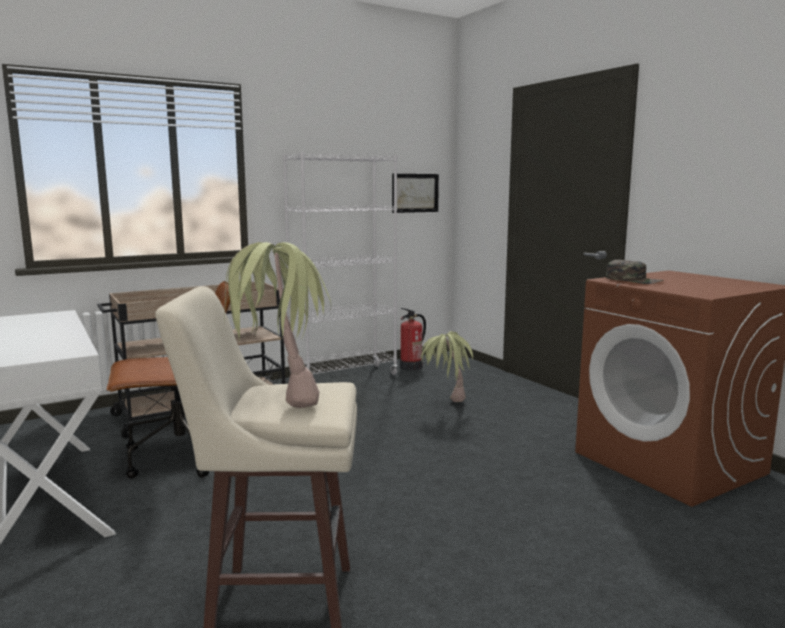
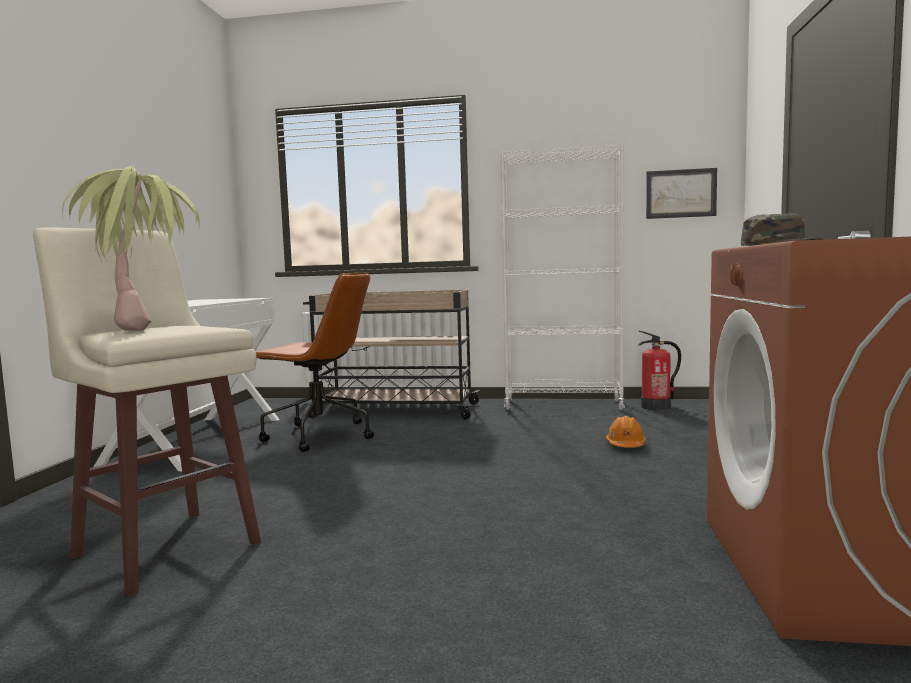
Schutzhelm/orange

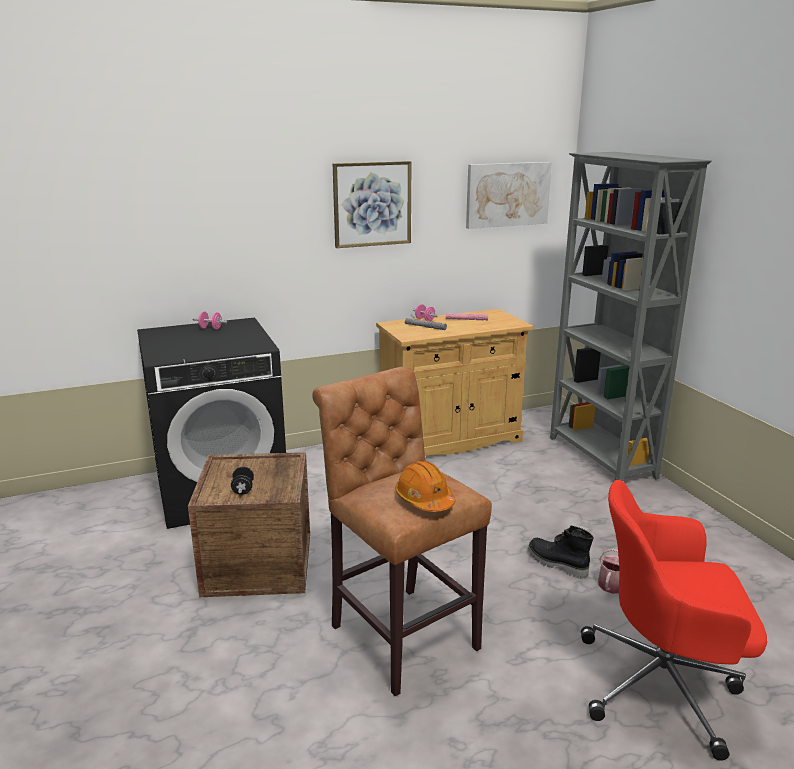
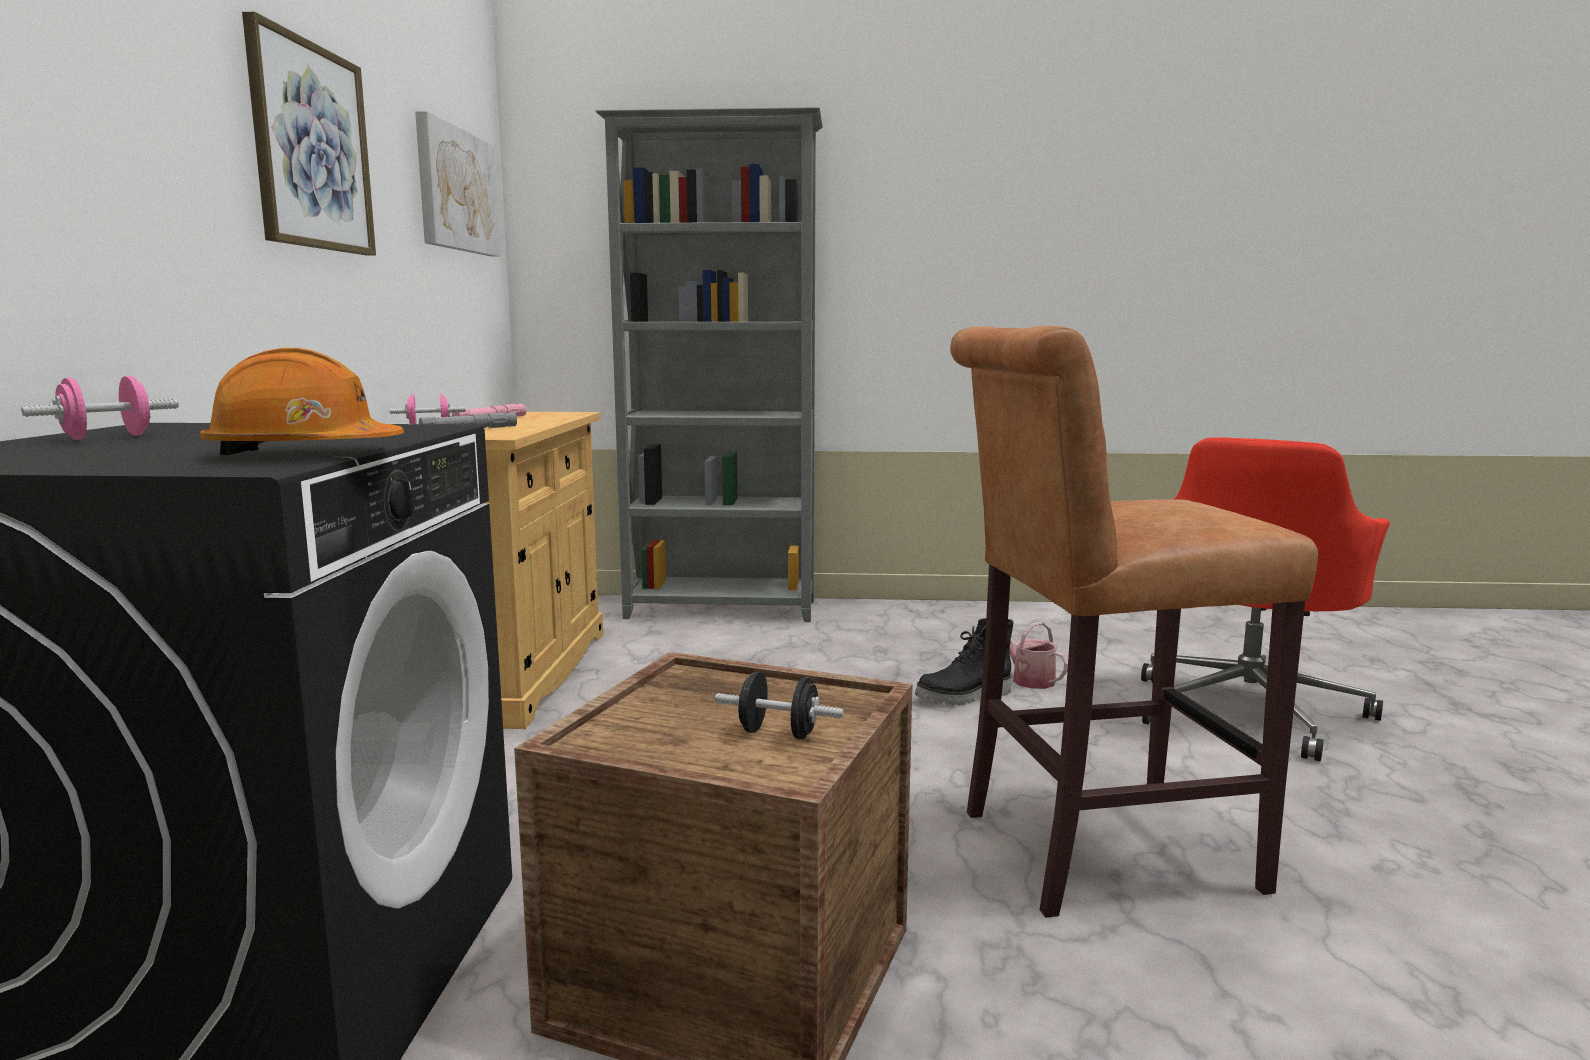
Schutzhelm/orange

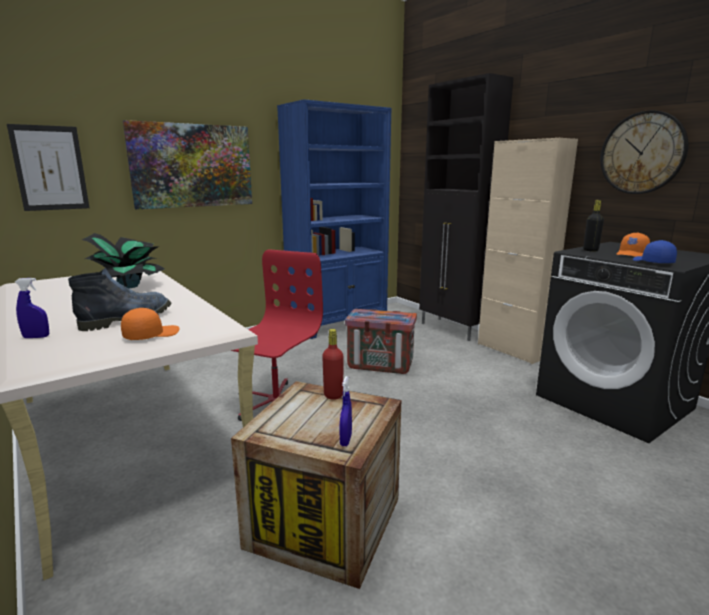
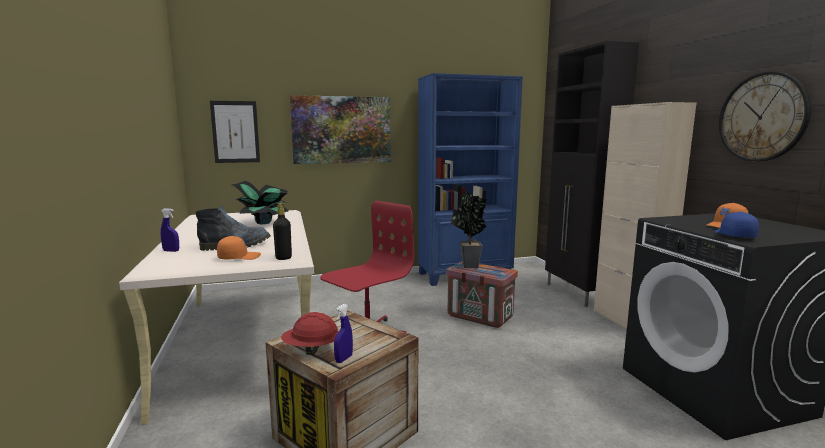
Flasche/schwarz; Flasche/rot; Topfpflanze (2nd from left); Schutzhelm/rot

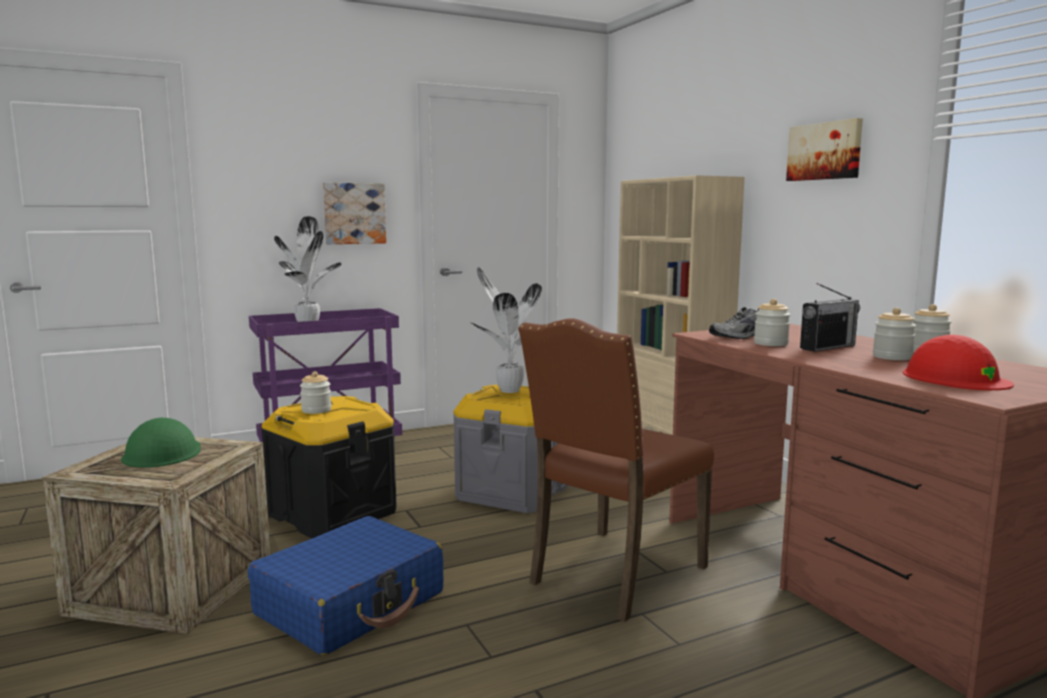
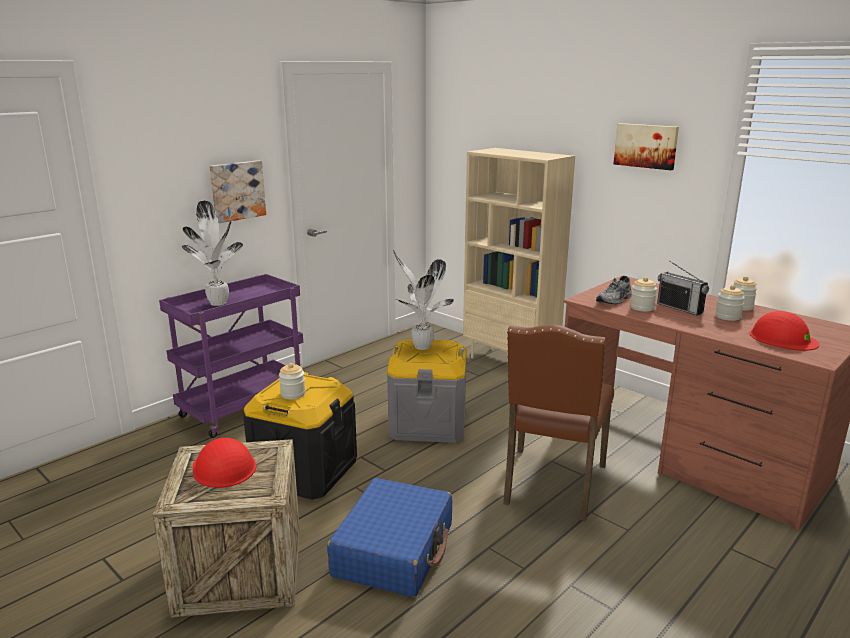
Radio; Schutzhelm/rot (1st from left)

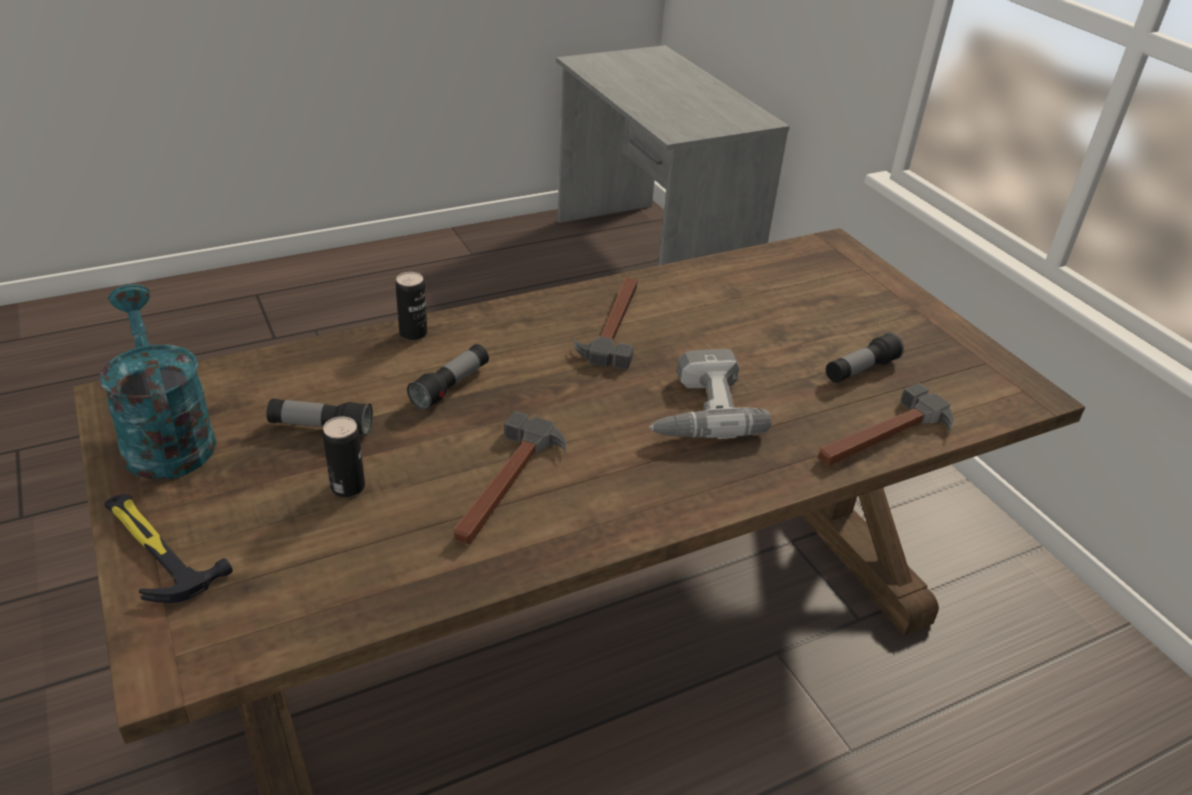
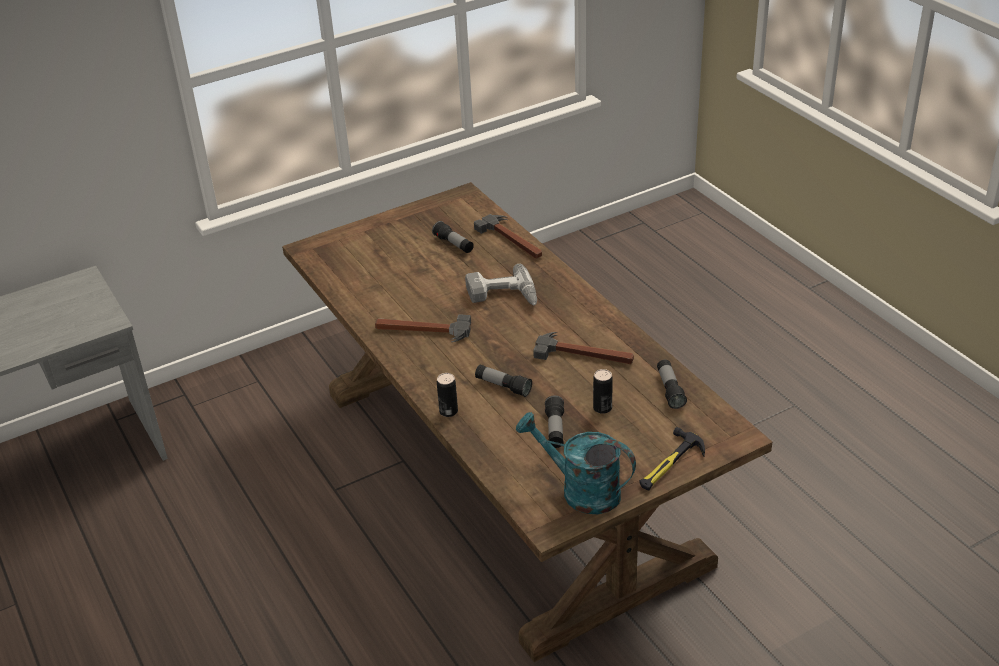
Gießkanne/türkis; Taschenlampe (4th from left)

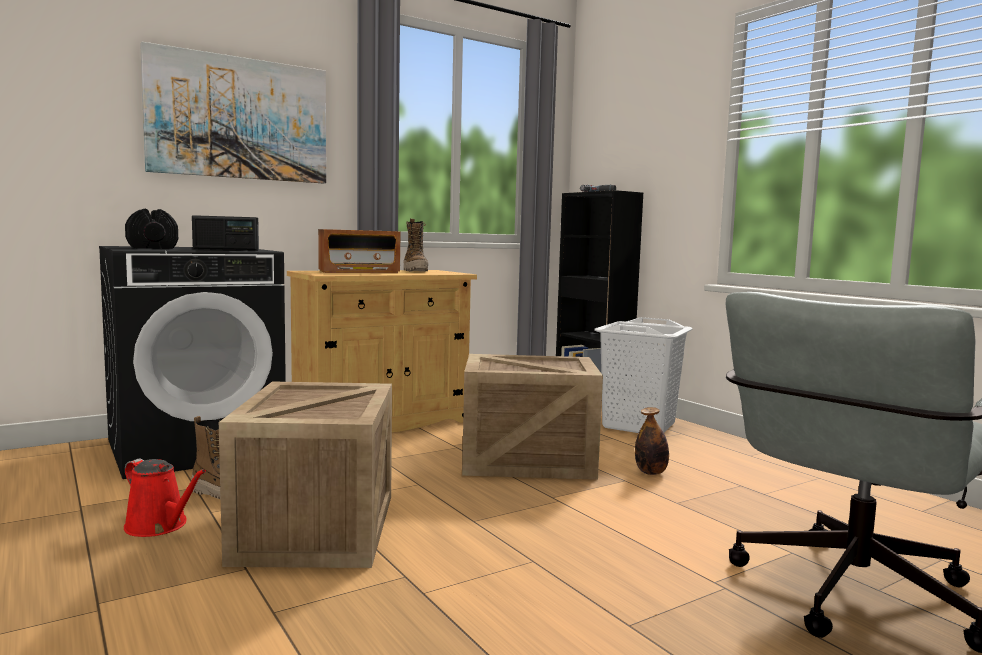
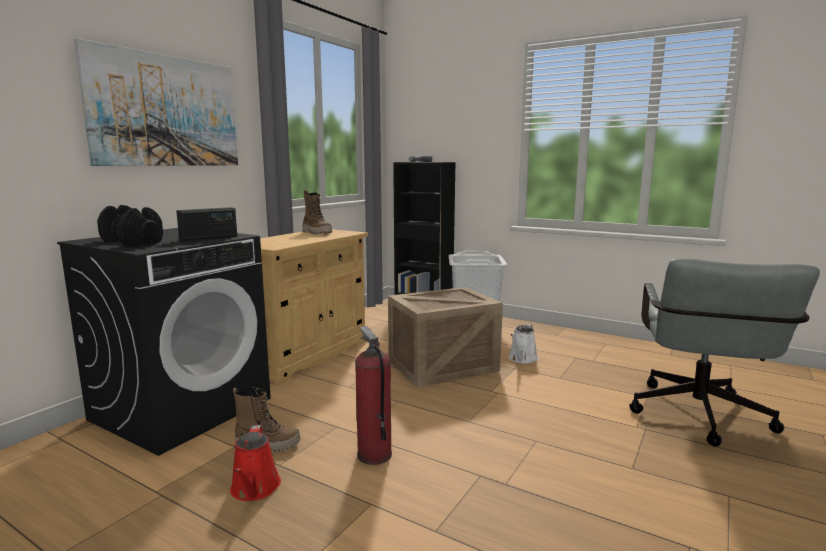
Radio (2nd from left in the first image); Feuerlöscher; Gießkanne/weiß; Gießkanne/rot

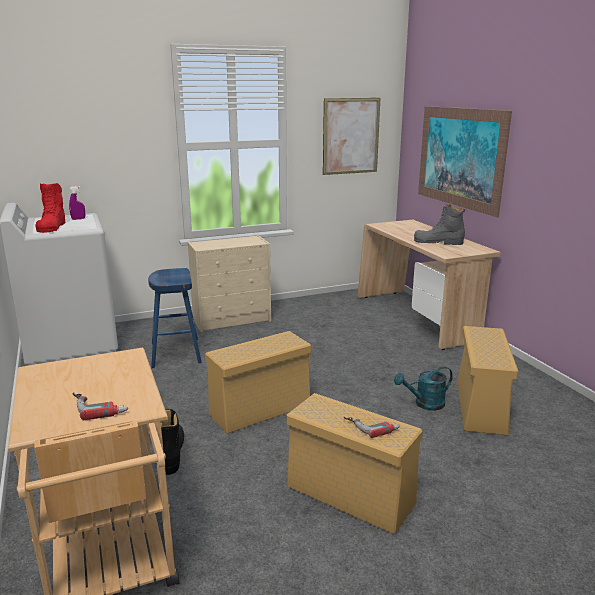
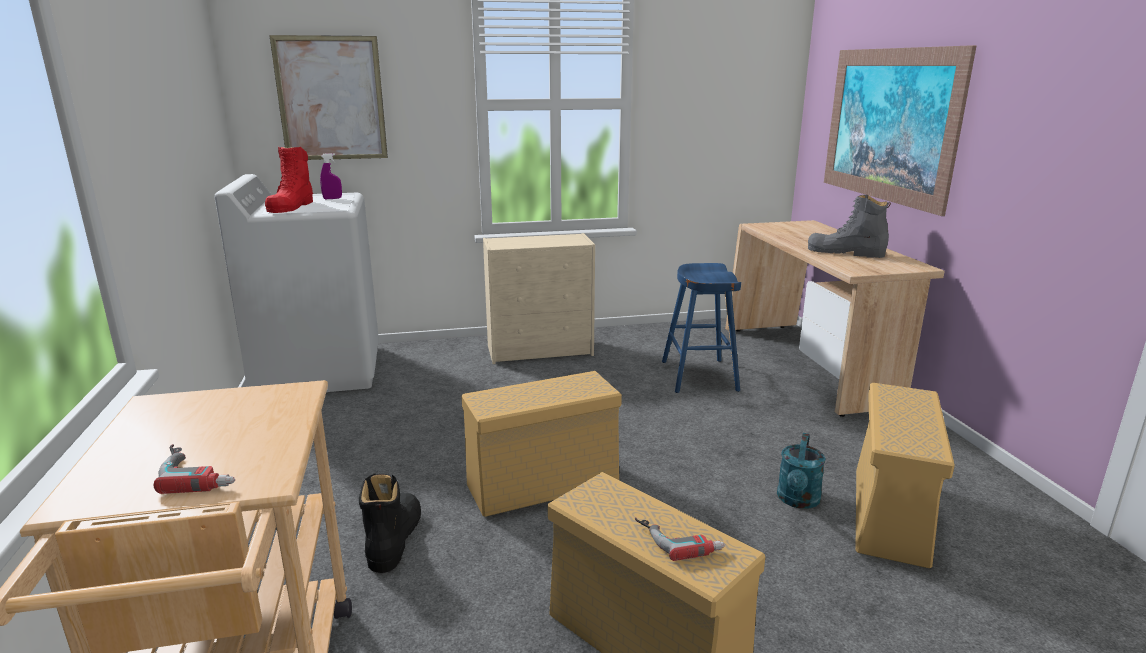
Bild (1st from left); Hocker/blau; Gießkanne/türkis

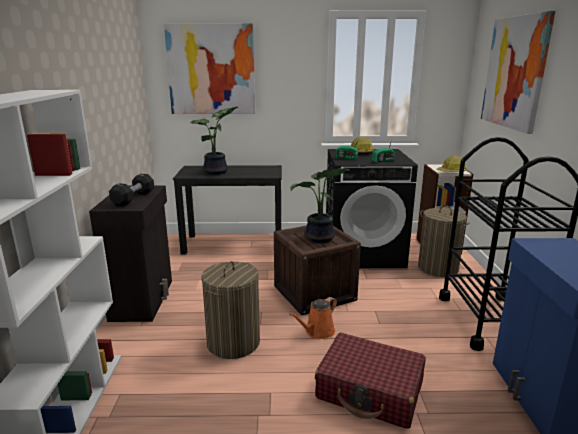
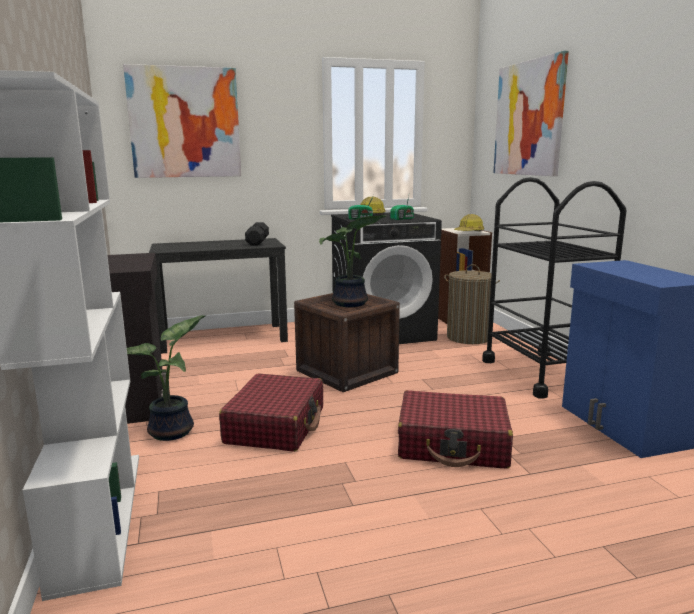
Topfpflanze (1st from left); Hantel/schwarz; Koffer/rot (1st from left); Gießkanne/orange

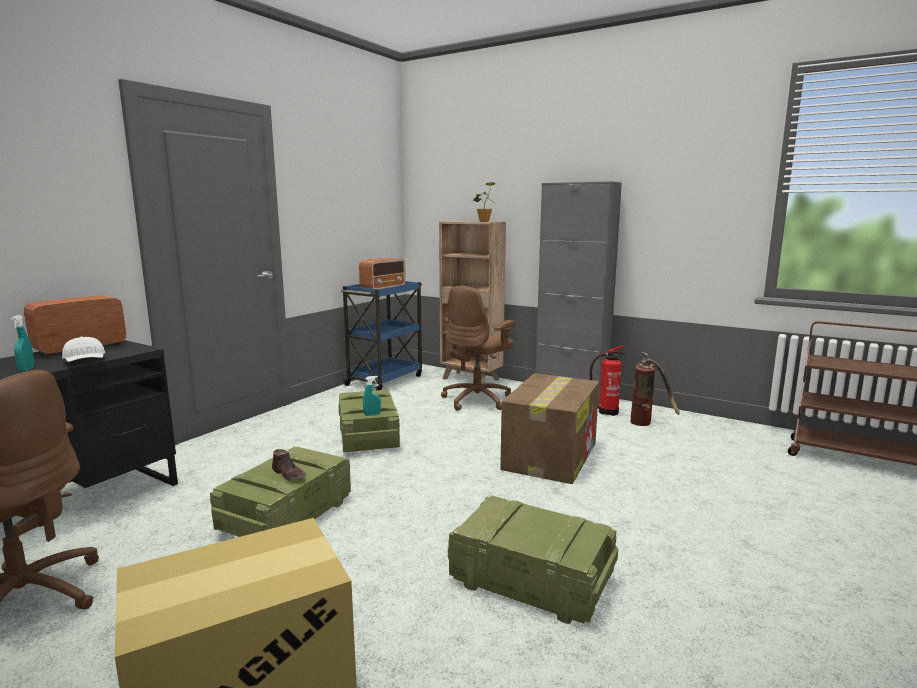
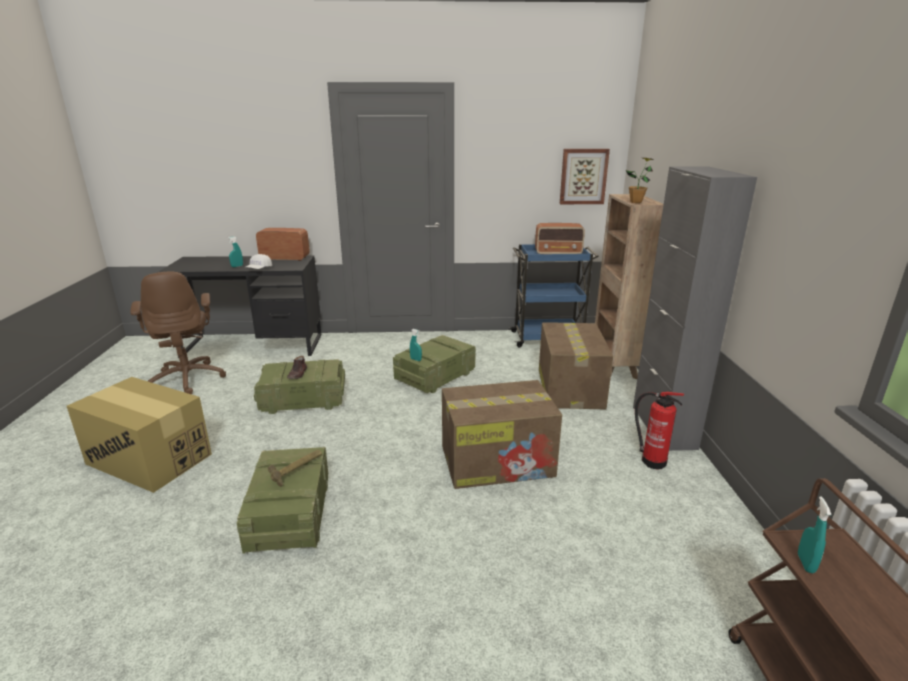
Karton (3rd from left); Feuerlöscher (2nd from left in the first image); Bild; Hammer; Sprühflasche/türkis (3rd from left)

